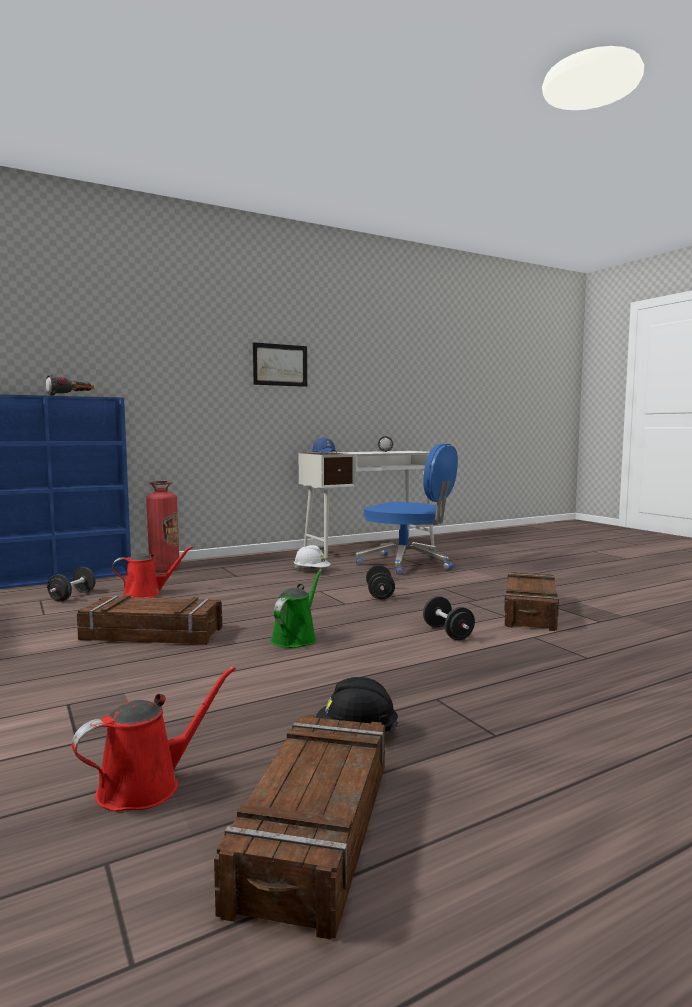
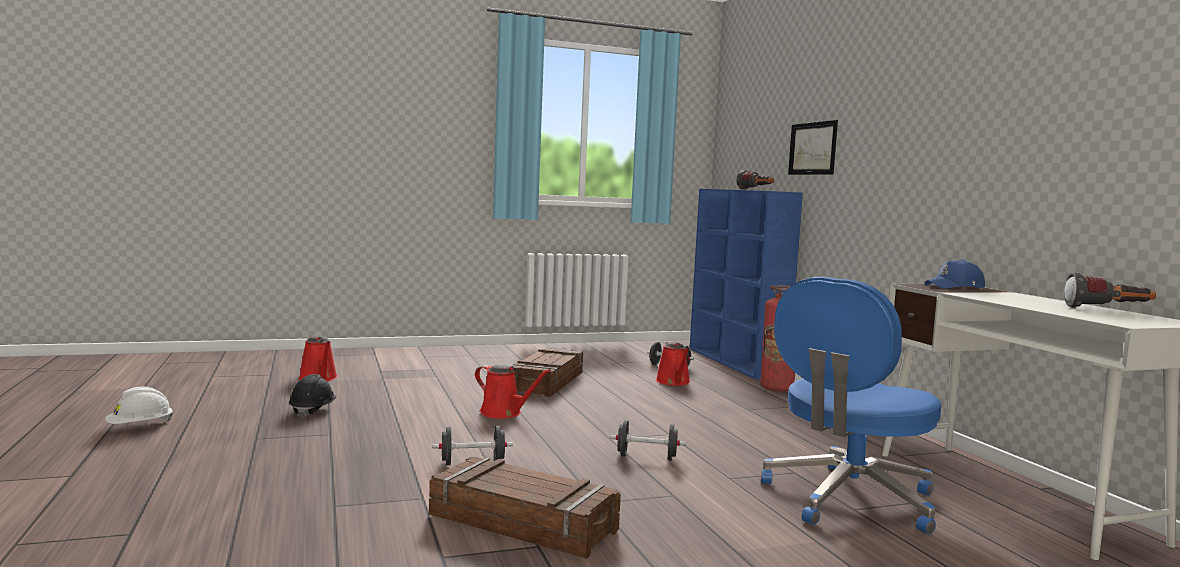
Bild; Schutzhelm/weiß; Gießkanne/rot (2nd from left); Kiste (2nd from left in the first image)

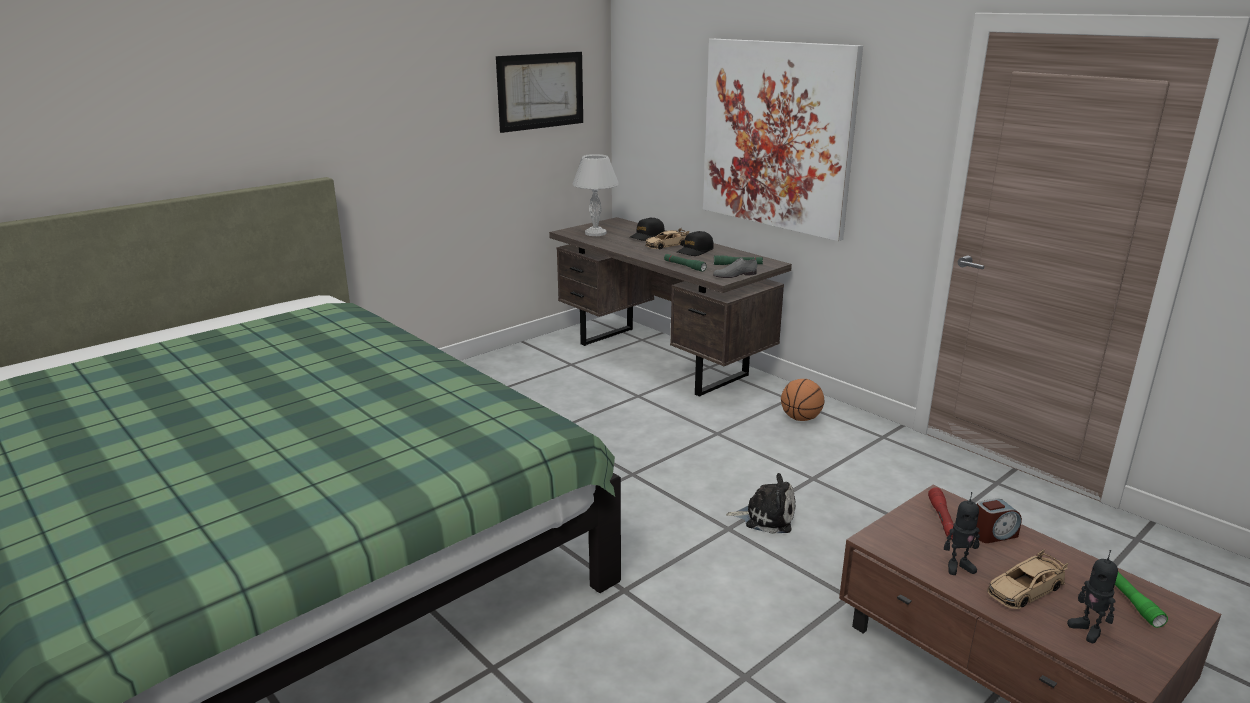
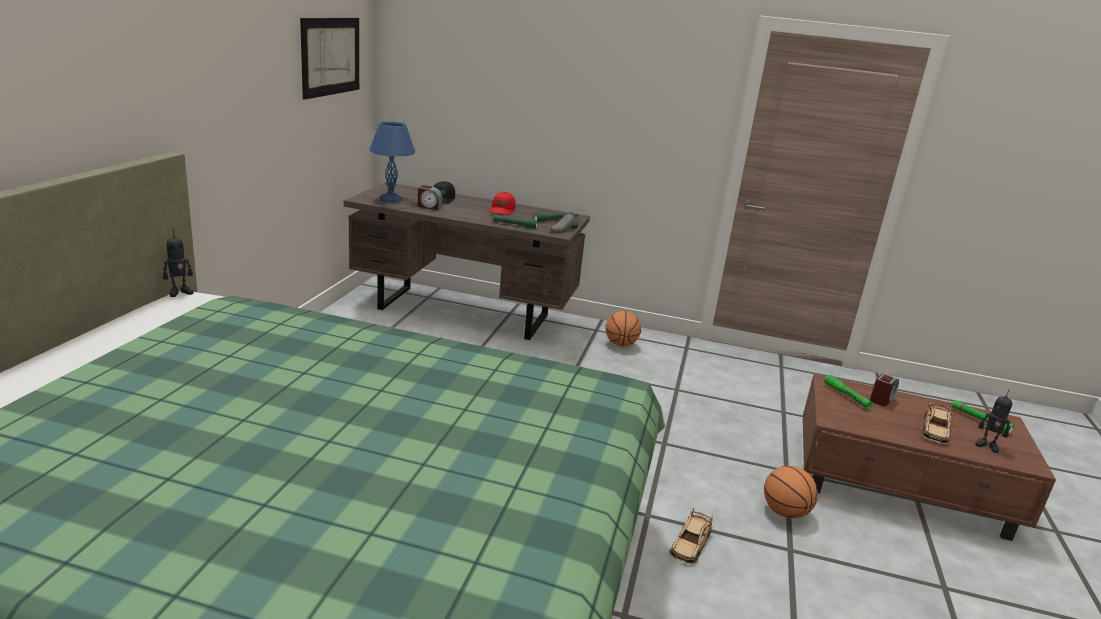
Bild (2nd from left in the first image); Tischlampe/blau; Spielzeugauto/beige (1st from left); Kappe/rot; Plüschtier; Taschenlampe/grün (3rd from left); Spielzeugroboter (1st from left); Wecker (1st from left); Basketball (2nd from left)

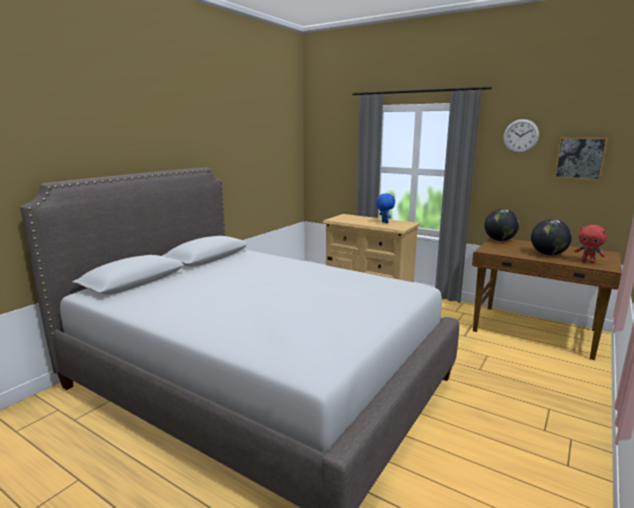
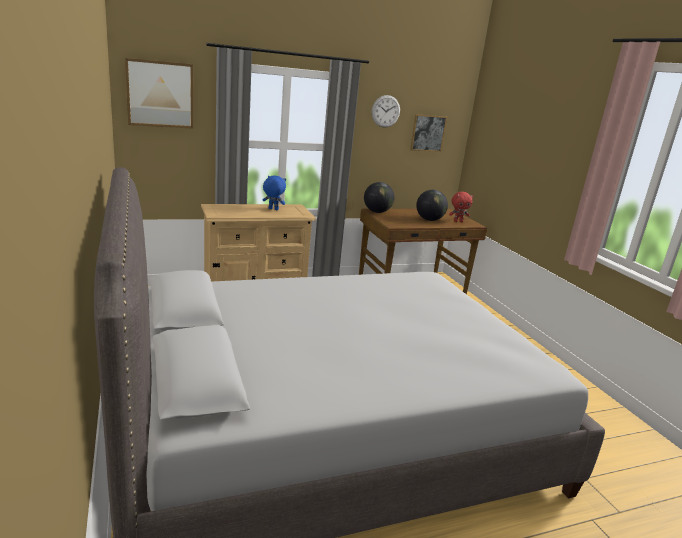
Bild (1st from left)

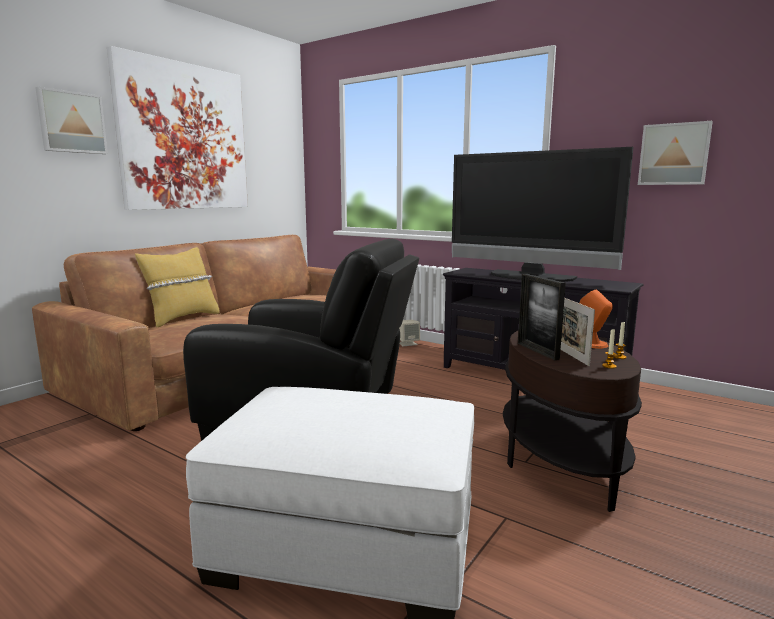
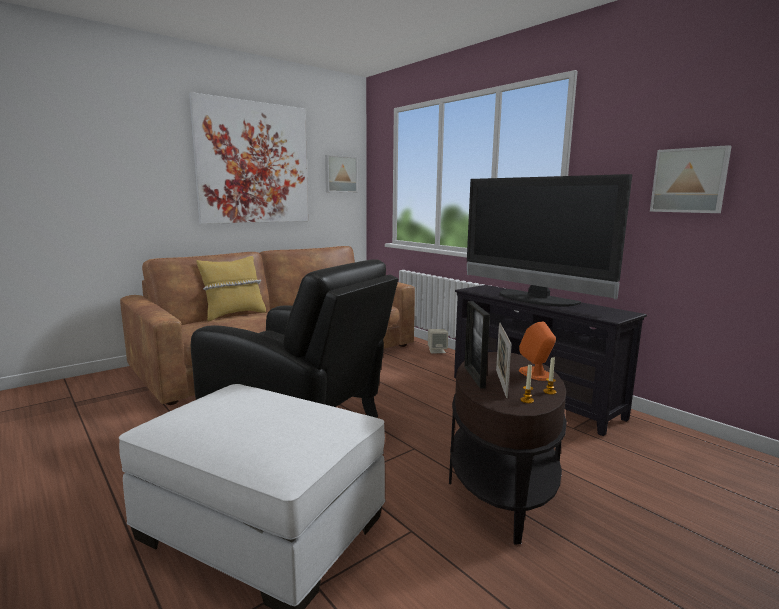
Bild (2nd from left)

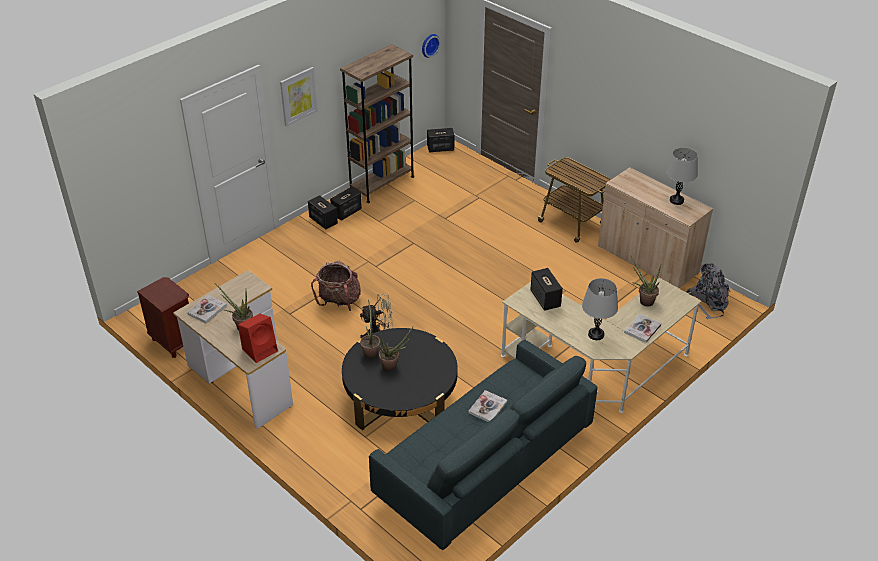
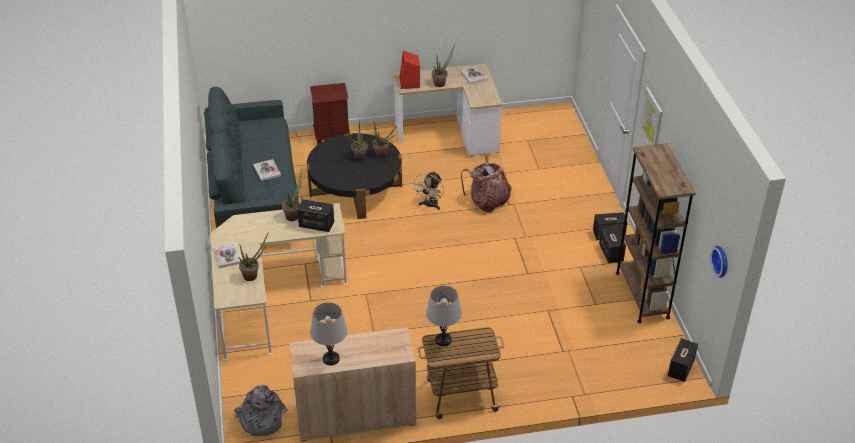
Nachttisch/braun; Tischlampe/grau (2nd from left); Topfpflanze (2nd from left)

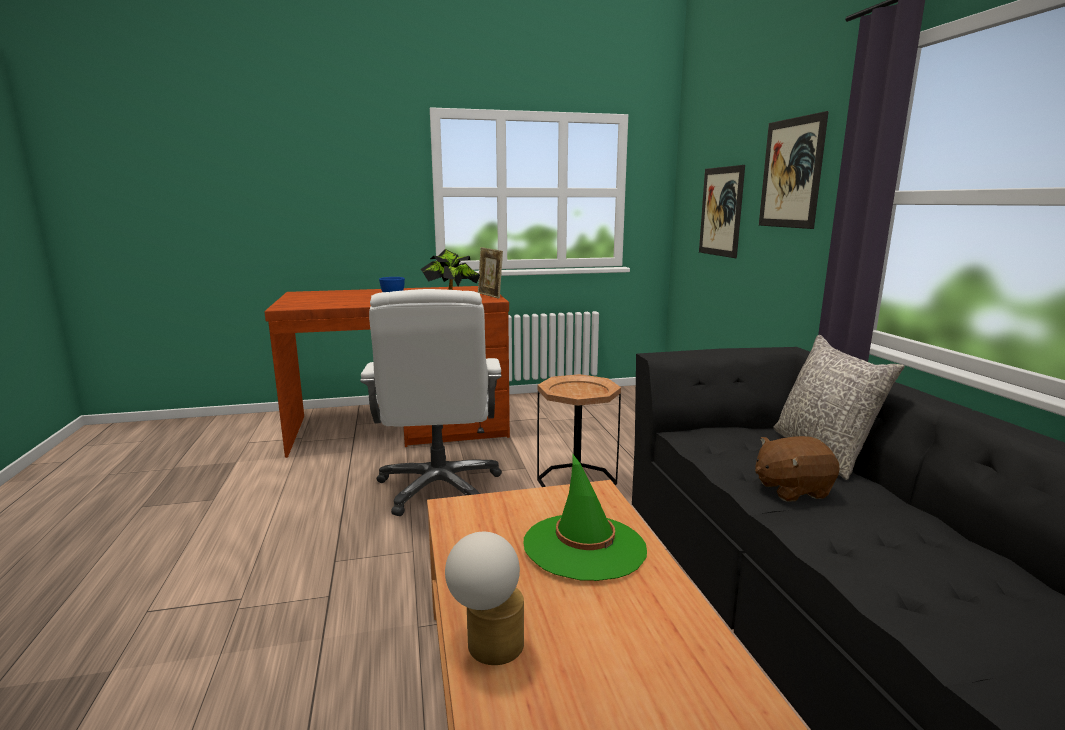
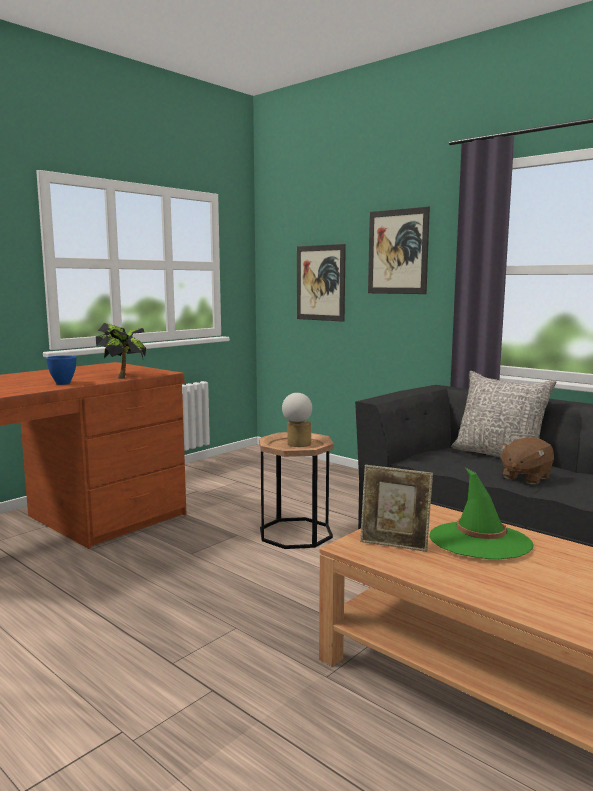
Bilderrahmen; Bürostuhl/weiß; Tischlampe

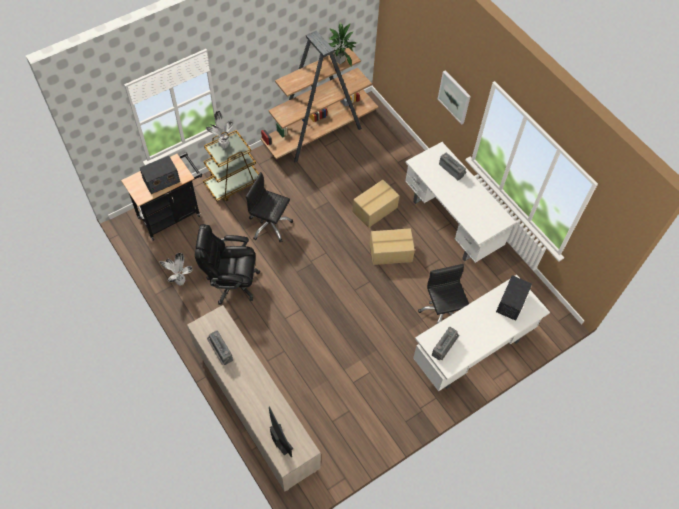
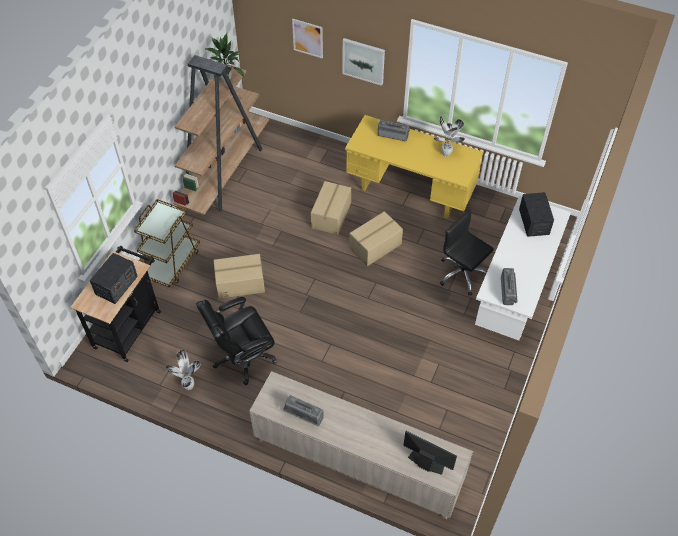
Topfpflanze (3rd from left); Schreibtisch/gelb; Karton (1st from left); Bild (1st from left)

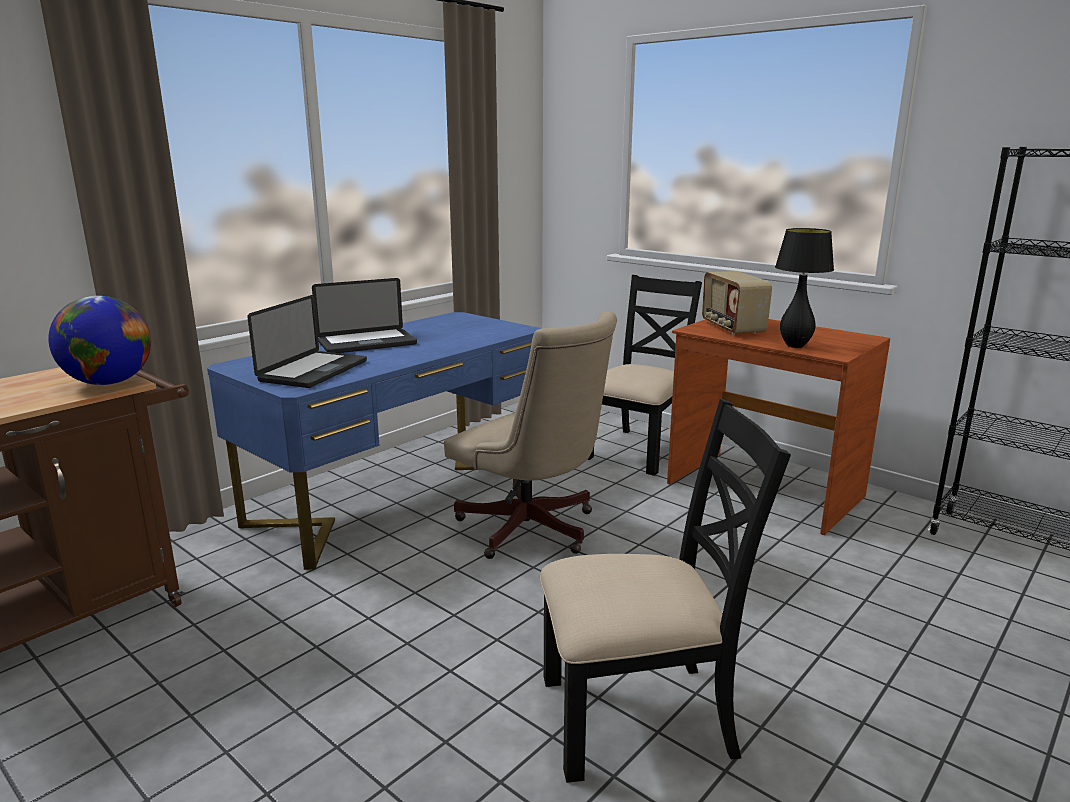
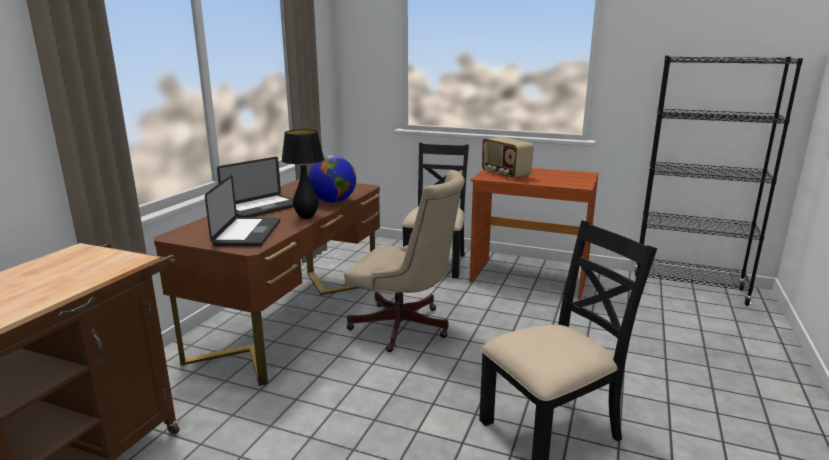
Tischlampe/schwarz; Globus; Schreibtisch/braun (1st from left)

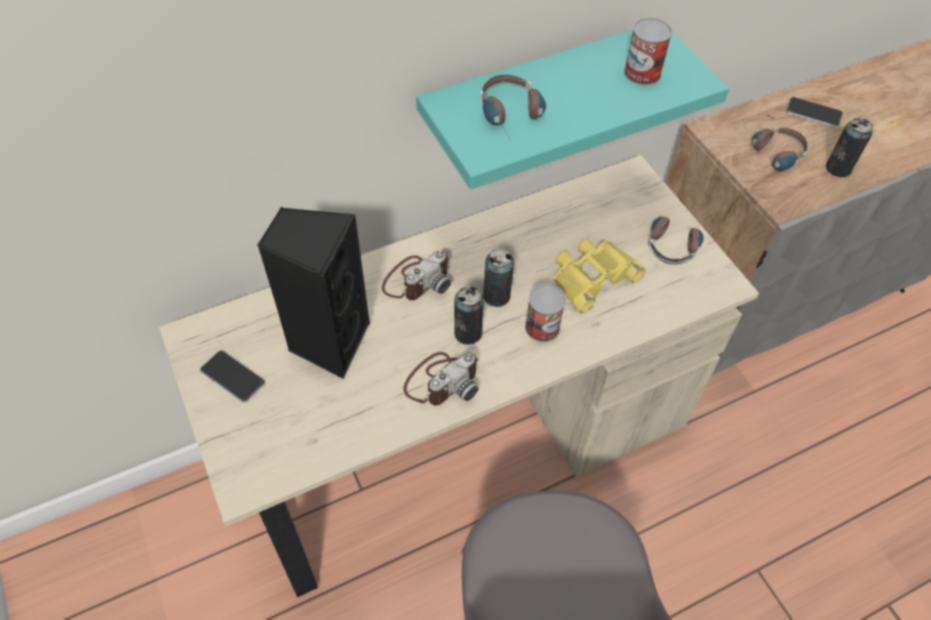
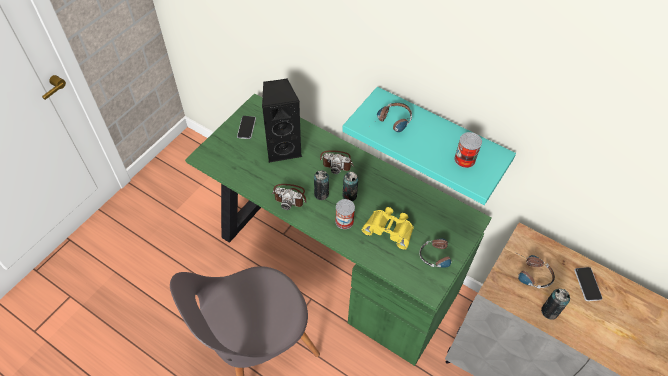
Schreibtisch/grün

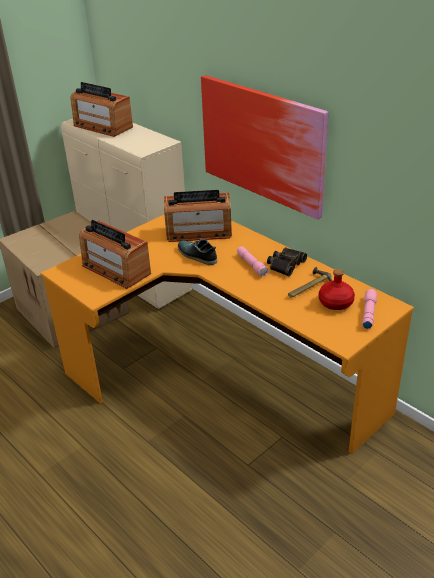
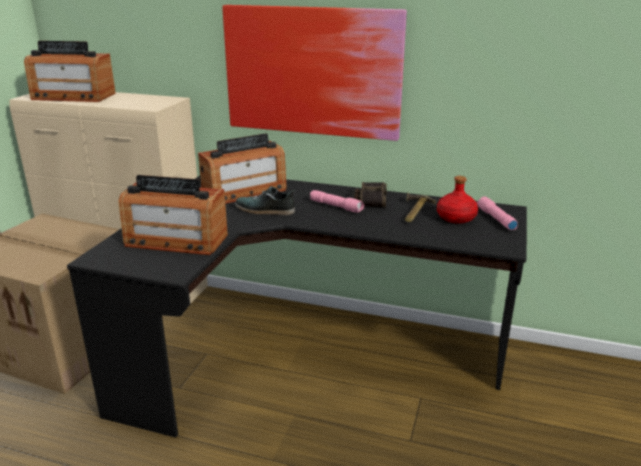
Schreibtisch/schwarz

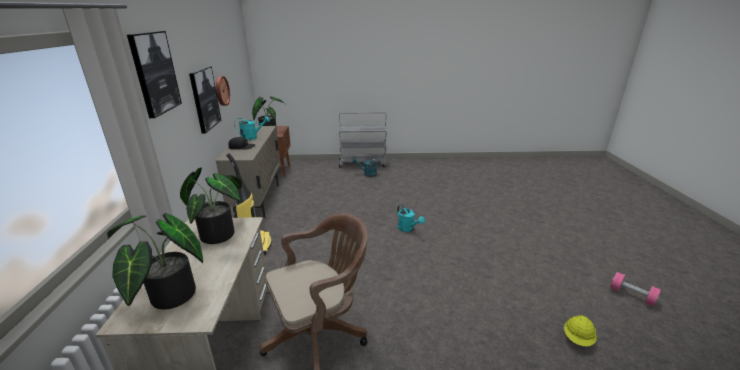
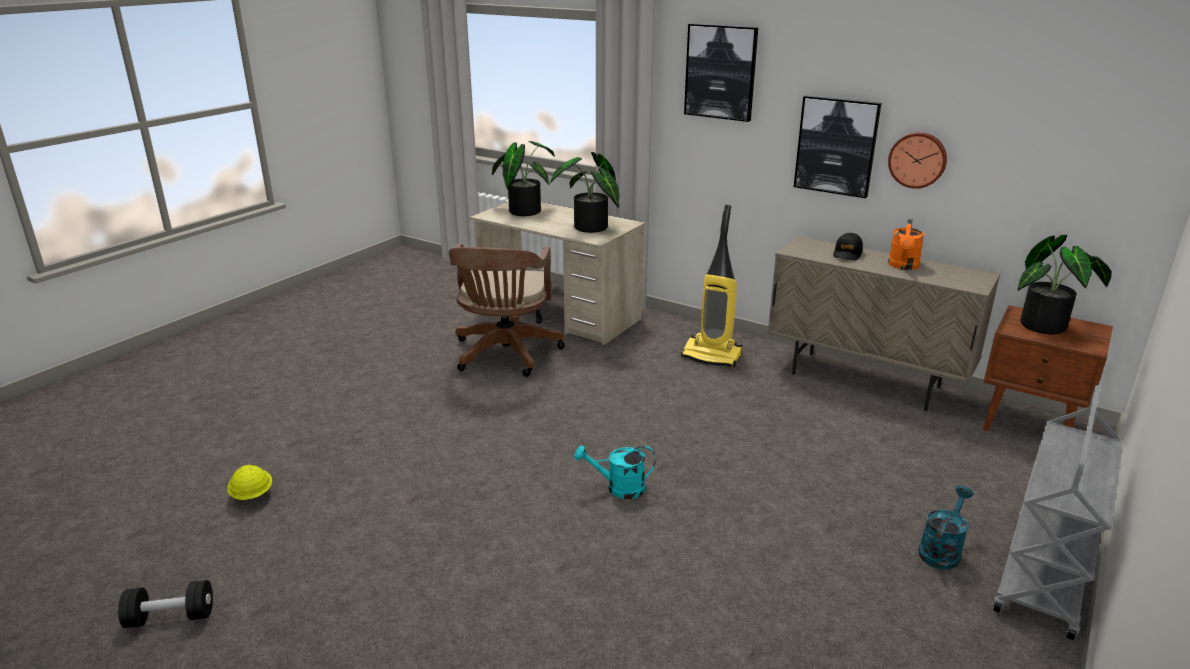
Gießkanne/orange; Hantel/schwarz

